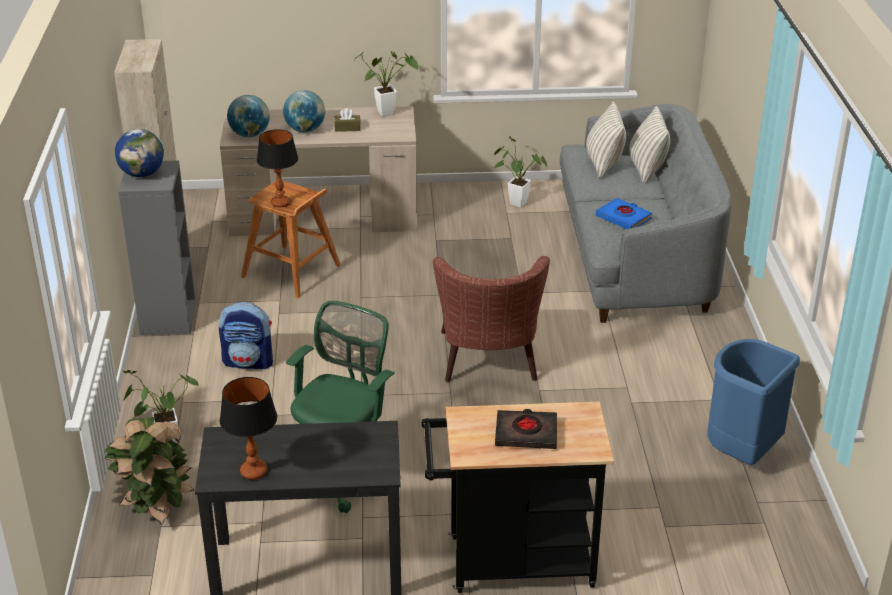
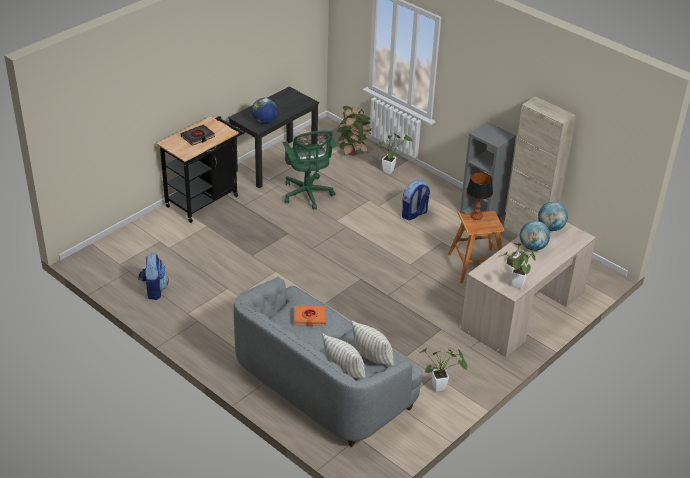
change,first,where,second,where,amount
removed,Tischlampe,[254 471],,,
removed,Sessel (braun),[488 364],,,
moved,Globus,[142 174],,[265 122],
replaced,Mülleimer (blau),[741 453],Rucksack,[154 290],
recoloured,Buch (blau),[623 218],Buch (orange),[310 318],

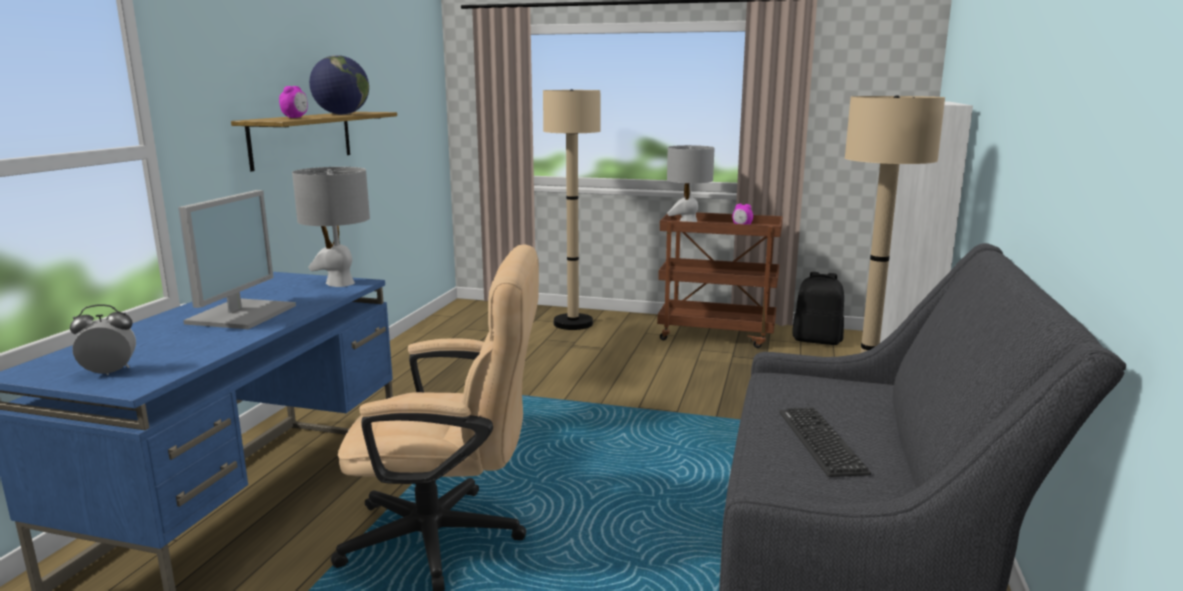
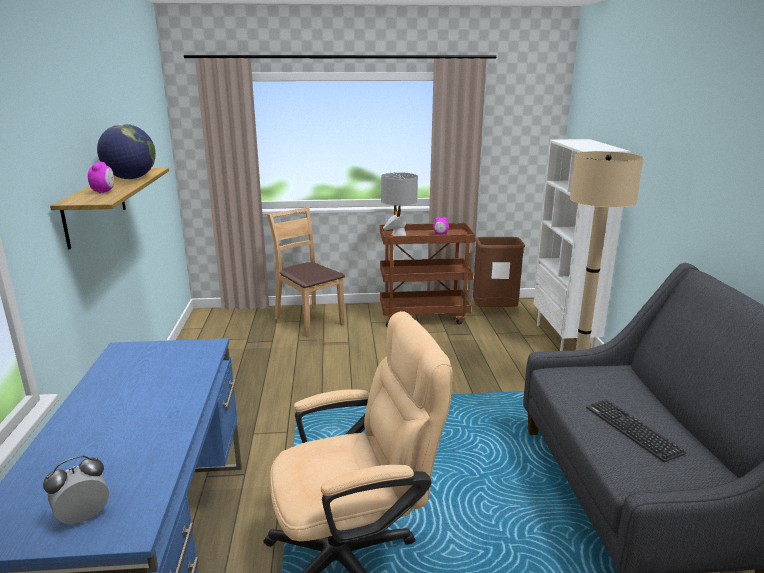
change,first,where,second,where,amount
removed,Monitor,[241 314],,,
removed,Tischlampe (grau),[340 283],,,
replaced,Stehlampe (beige),[573 323],Stuhl (braun),[309 321],
replaced,Rucksack (schwarz),[817 340],Mülleimer (braun),[494 311],

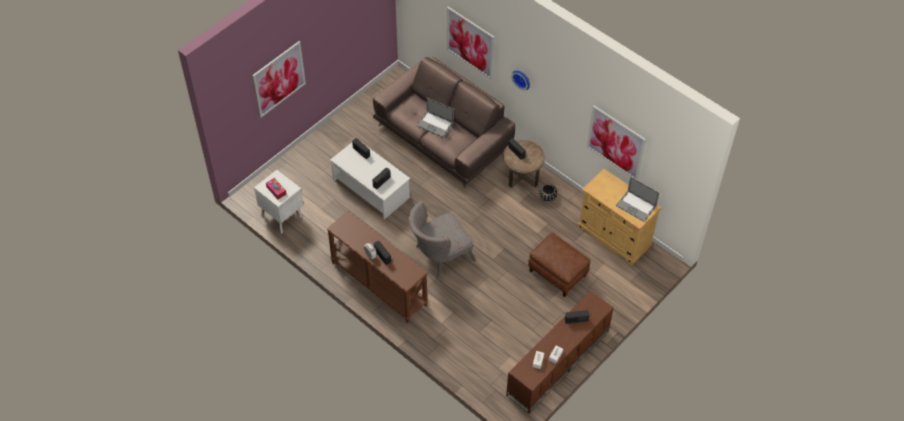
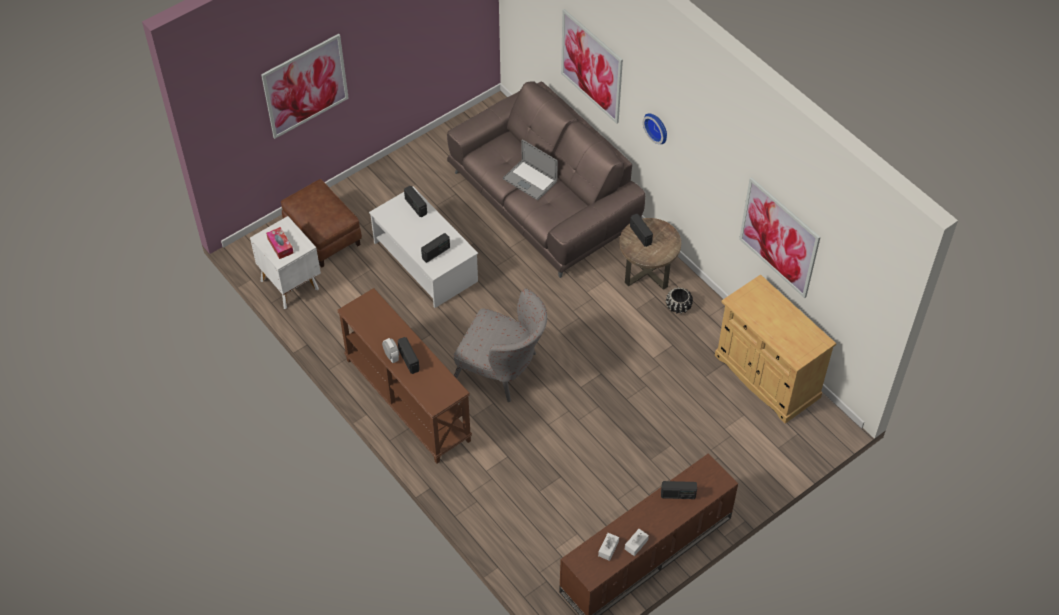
change,first,where,second,where,amount
removed,Laptop,[636 206],,,
moved,Polsterhocker (braun),[558 273],,[324 236],
turned,Sessel (grau),[439 255],,[503 371],135 degrees counterclockwise

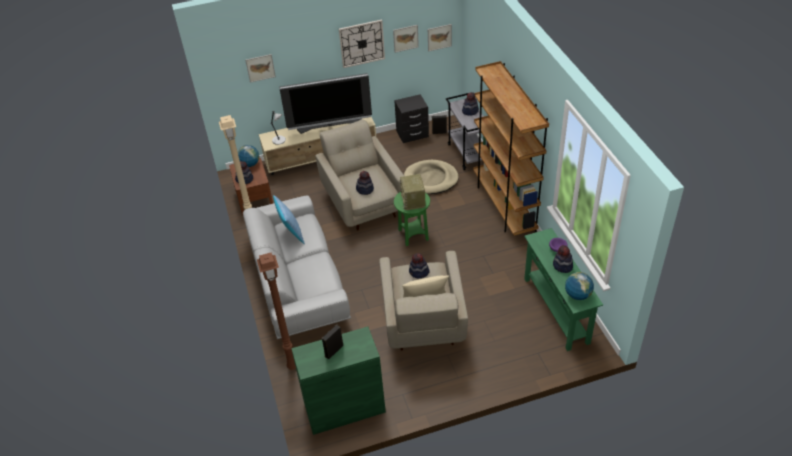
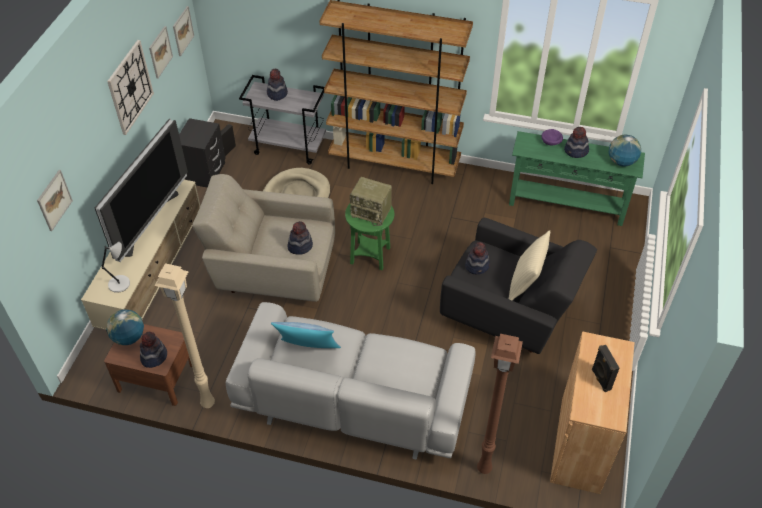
change,first,where,second,where,amount
recoloured,Schrank (grün),[344 408],Schrank (braun),[580 444],
recoloured,Sessel (beige),[423 324],Sessel (schwarz),[509 314],

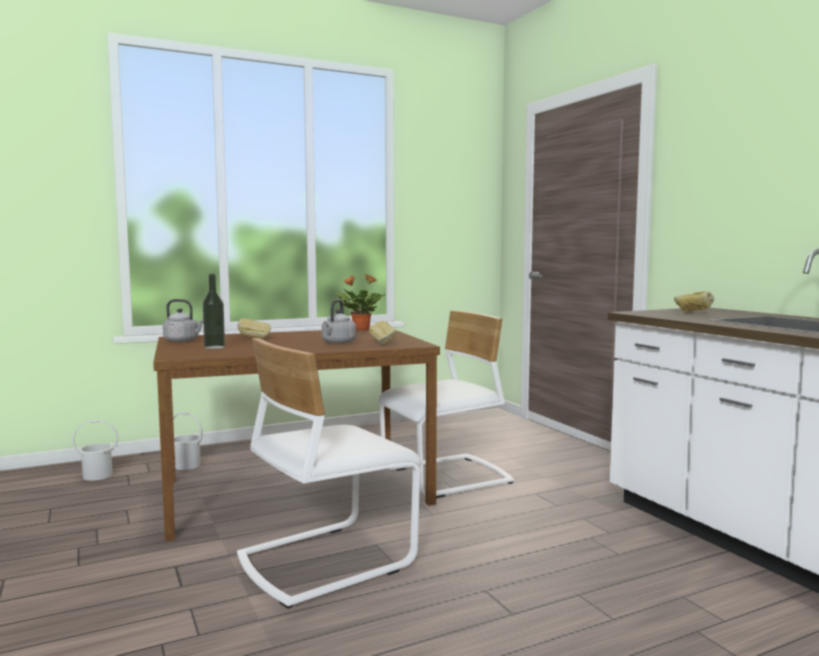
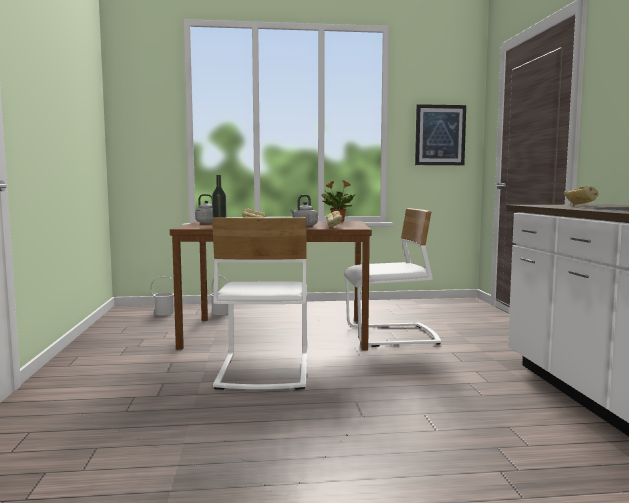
change,first,where,second,where,amount
added,,,Bild,[440 135],
turned,Stuhl (weiß),[324 560],,[263 371],75 degrees counterclockwise

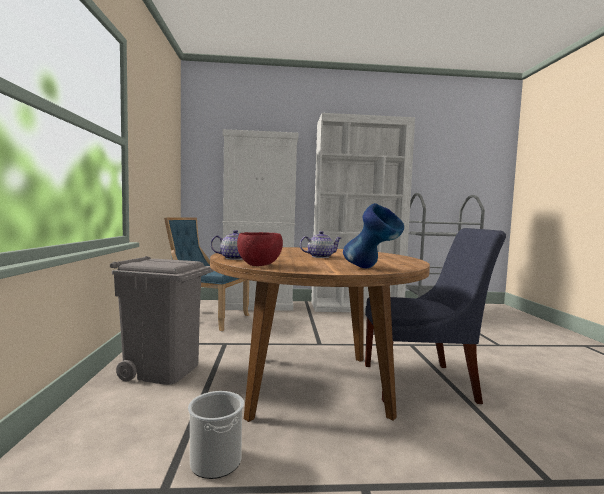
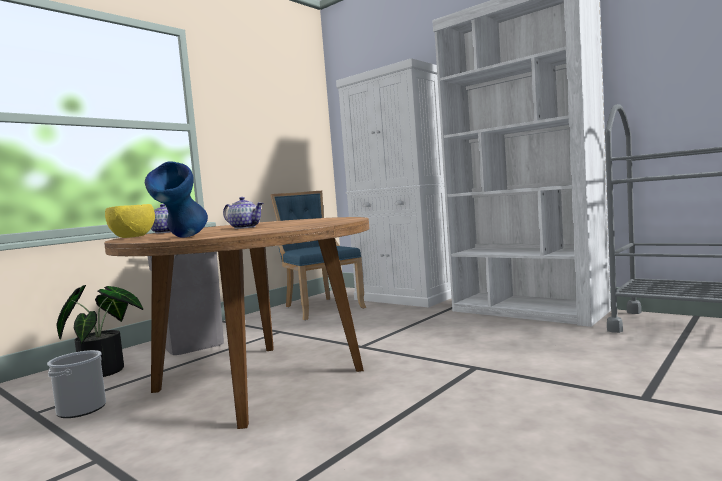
change,first,where,second,where,amount
removed,Stuhl (blau),[423 383],,,
added,,,Topfpflanze,[107 370],
recoloured,Schüssel (rot),[259 265],Schüssel (gelb),[133 237],

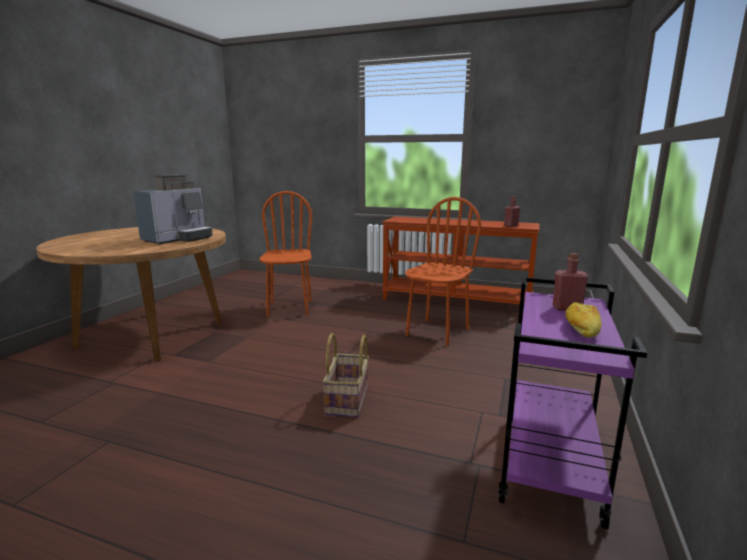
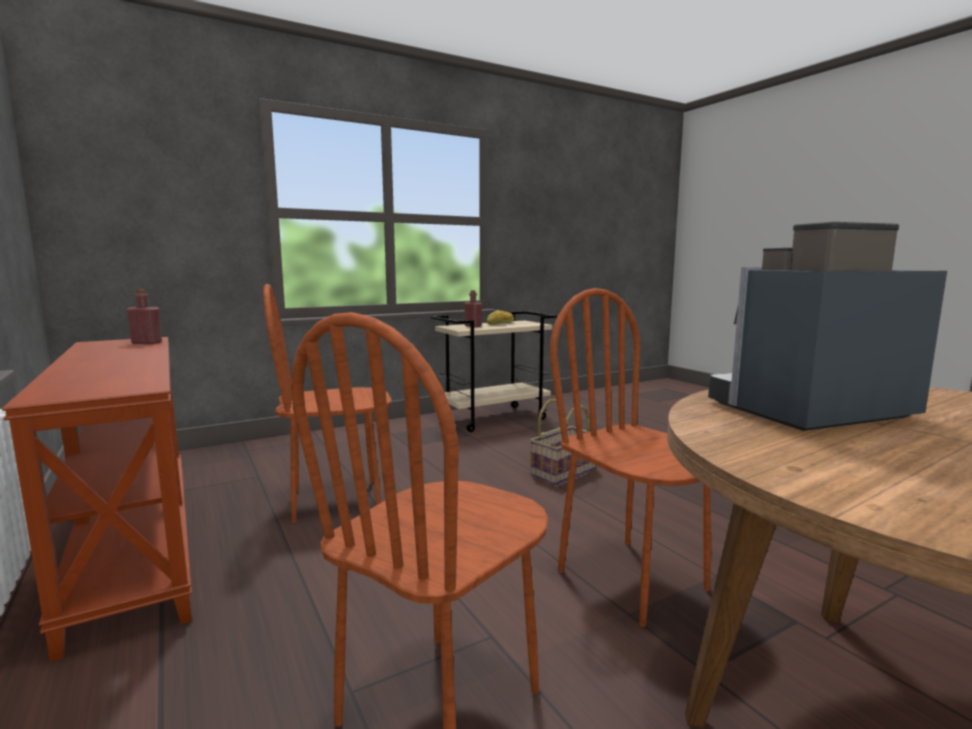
change,first,where,second,where,amount
added,,,Stuhl (braun),[632 579],
recoloured,Rollwagen (lila),[551 466],Rollwagen (beige),[494 418],

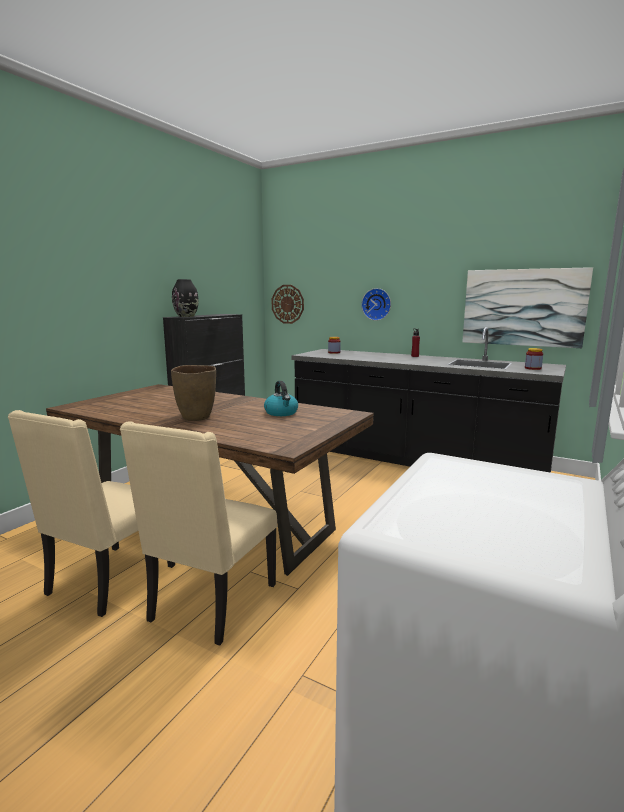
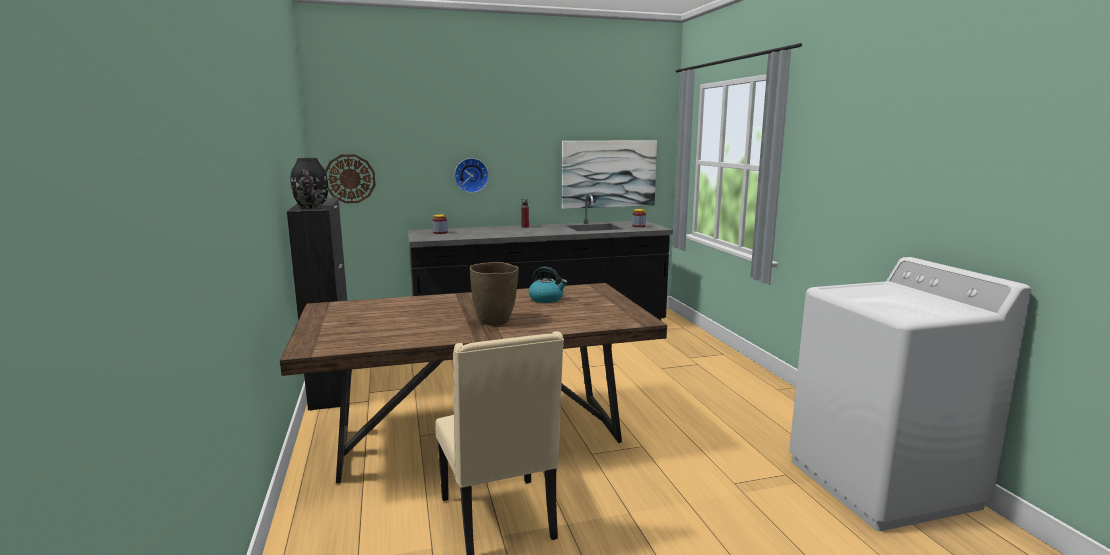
change,first,where,second,where,amount
removed,Stuhl (beige),[211 604],,,

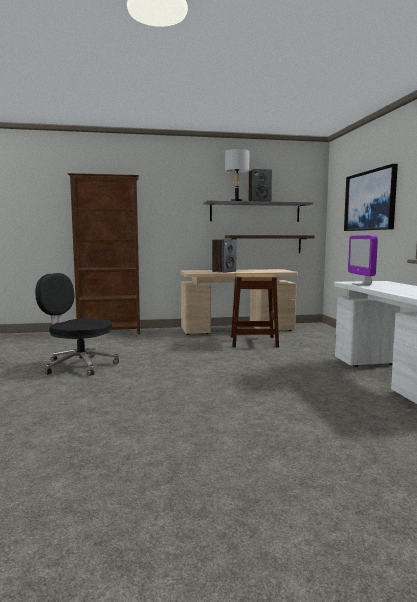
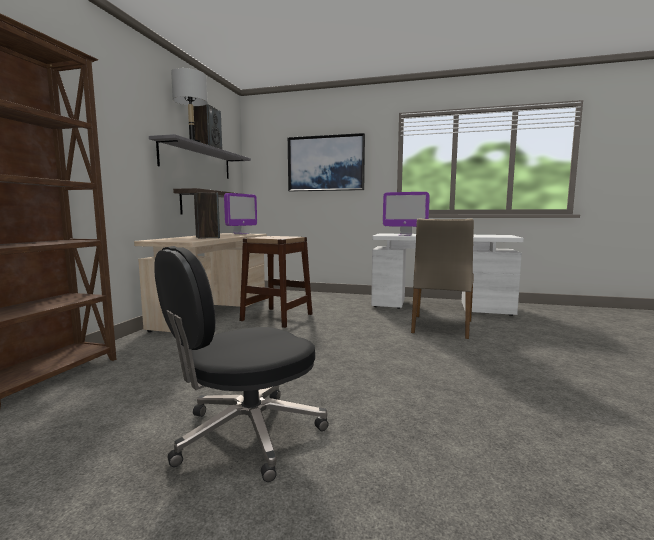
change,first,where,second,where,amount
added,,,Monitor,[241 234],
added,,,Stuhl (beige),[441 326],

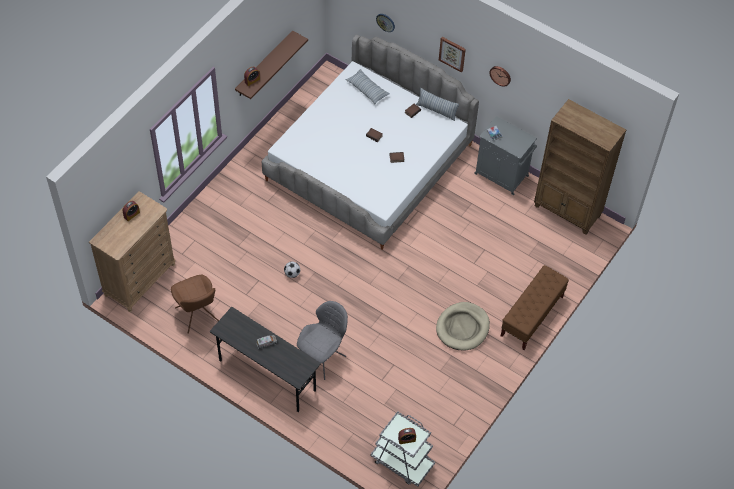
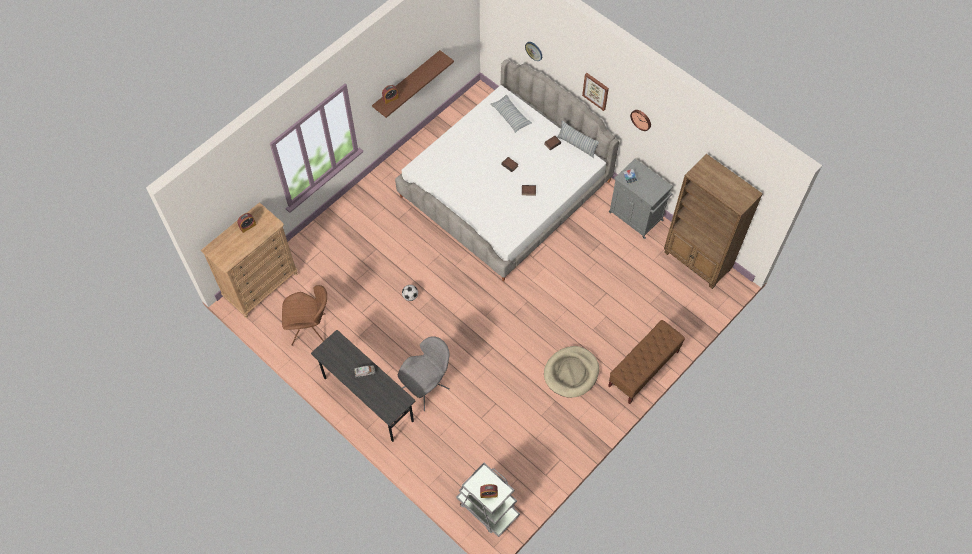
change,first,where,second,where,amount
turned,Stuhl (braun),[197 316],,[310 329],75 degrees counterclockwise

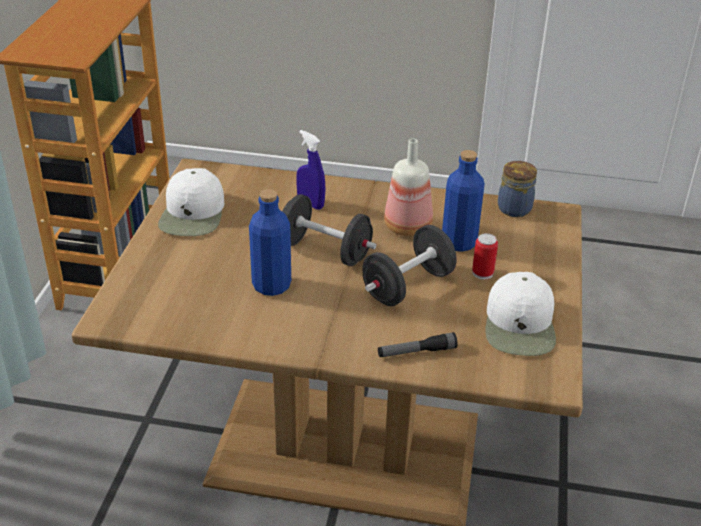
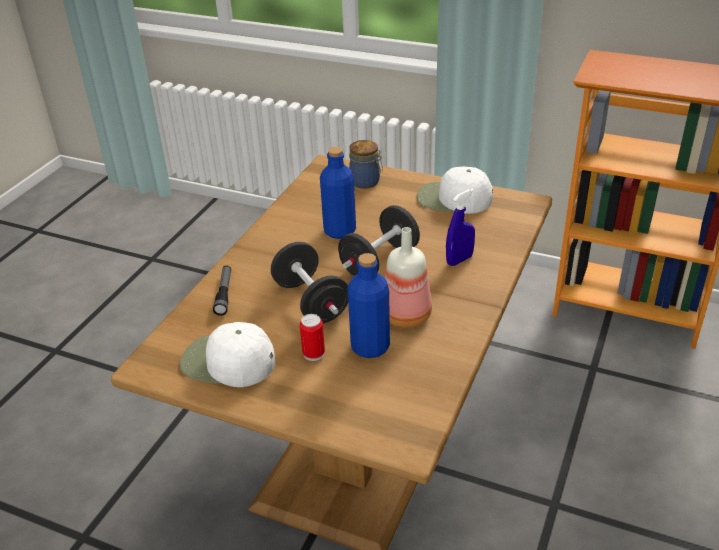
change,first,where,second,where,amount
moved,Vorratsglas,[514 207],,[366 182],

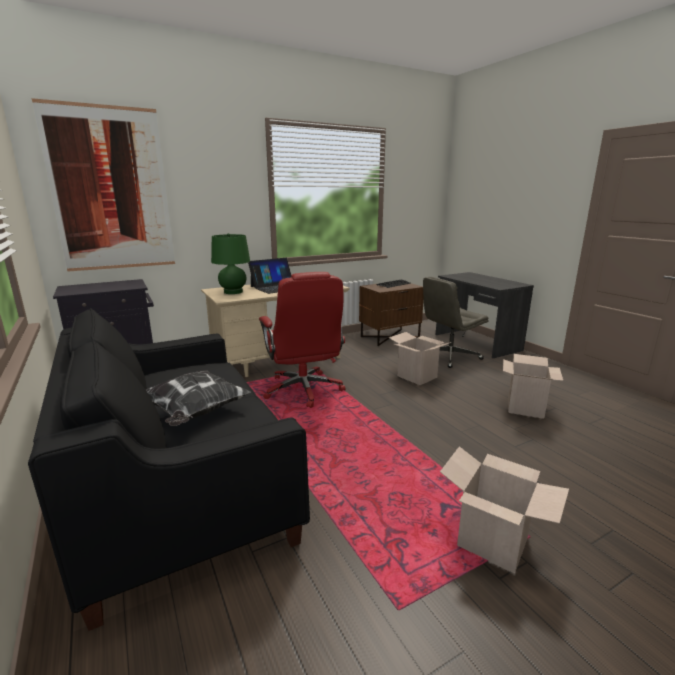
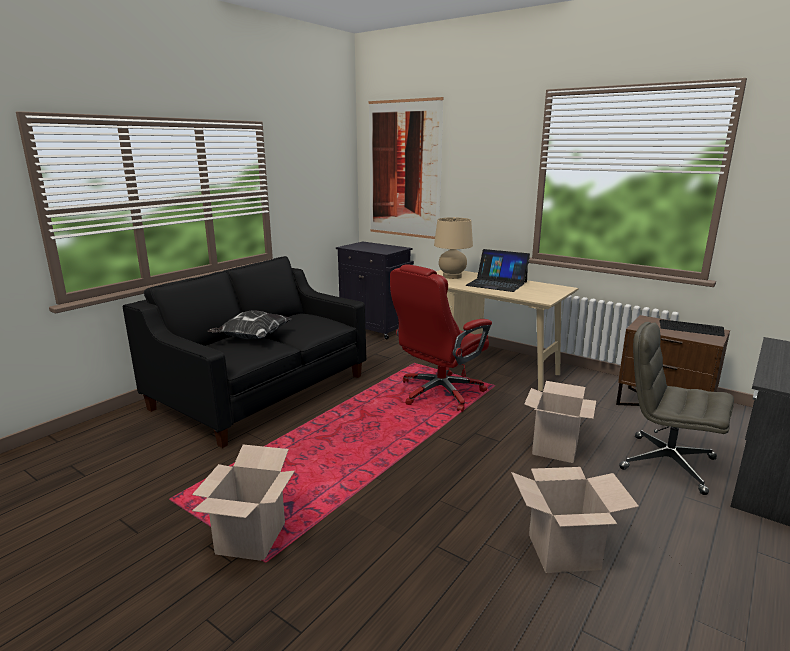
change,first,where,second,where,amount
recoloured,Tischlampe (grün),[233 292],Tischlampe (beige),[452 276],

